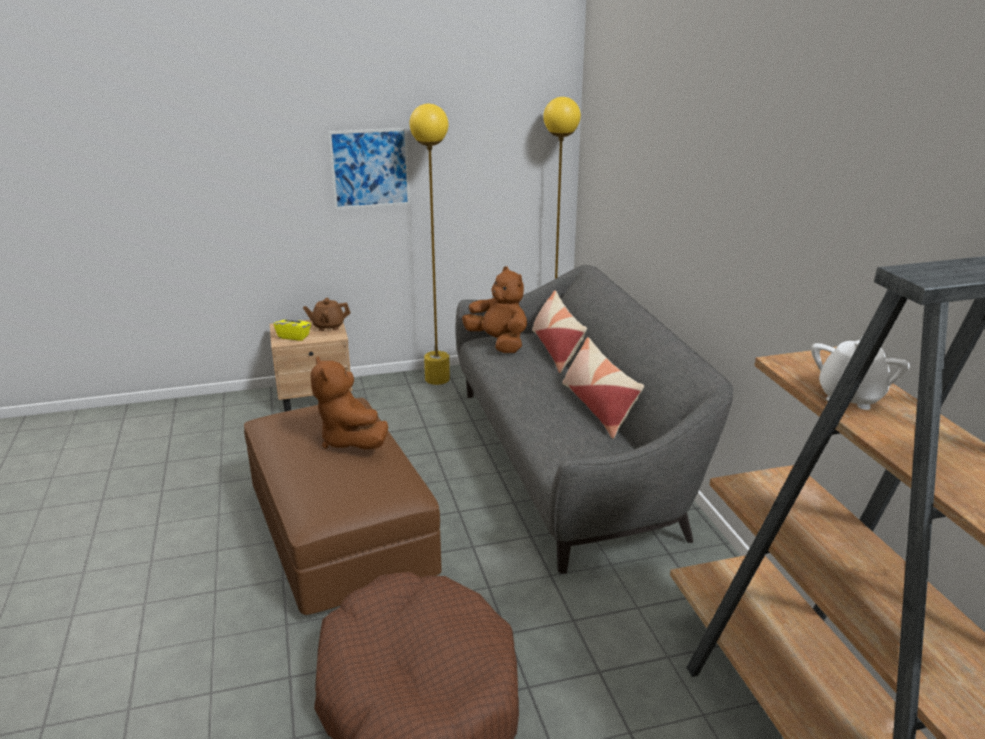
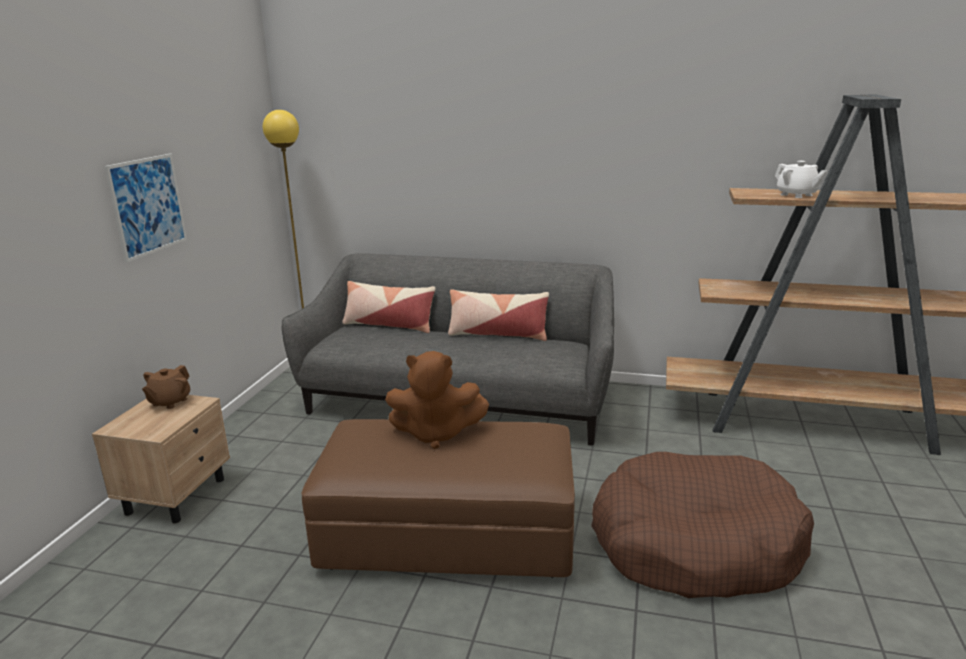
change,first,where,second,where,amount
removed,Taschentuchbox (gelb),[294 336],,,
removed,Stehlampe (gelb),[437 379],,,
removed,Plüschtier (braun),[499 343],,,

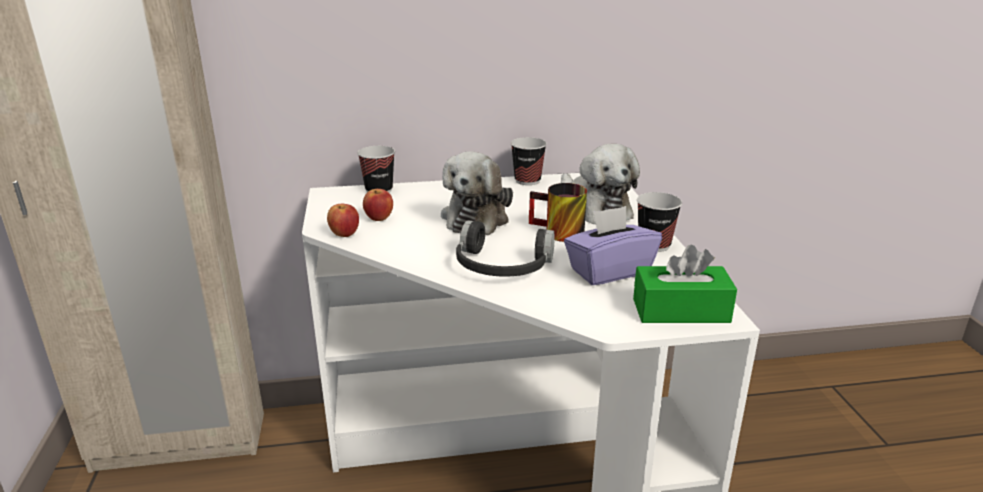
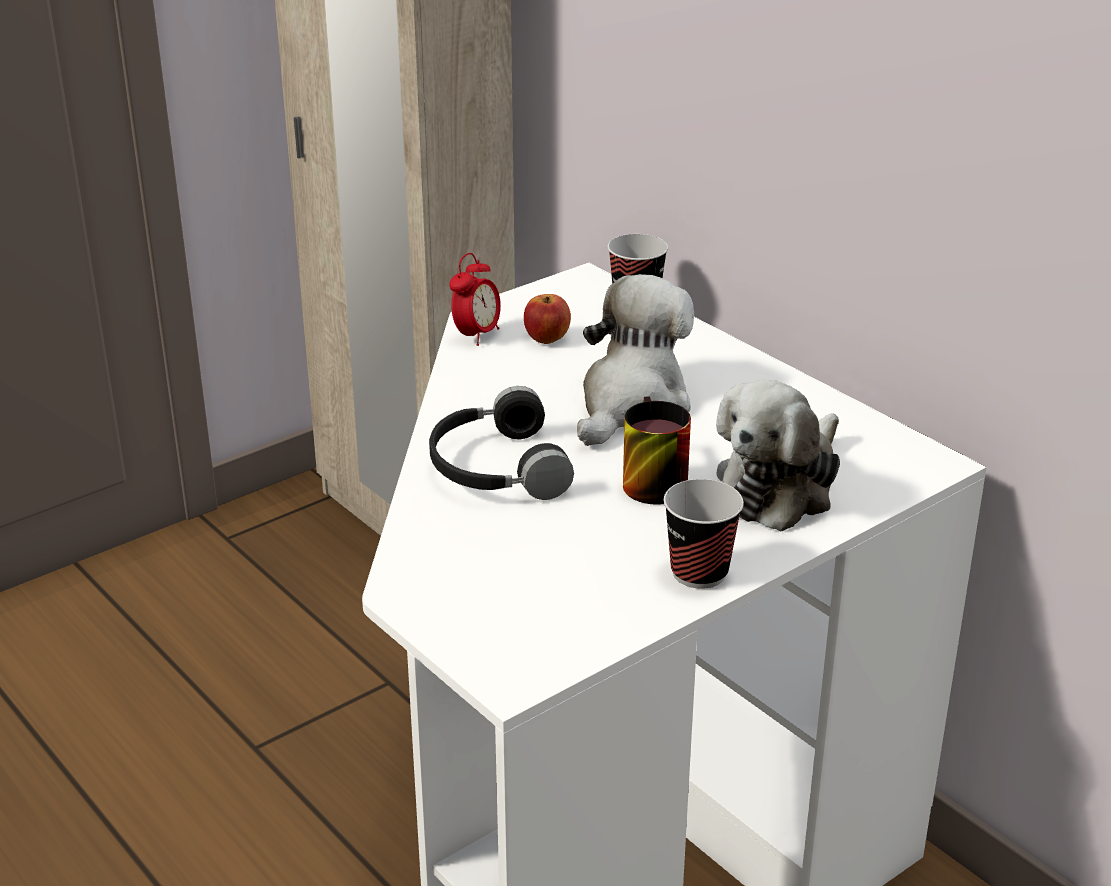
change,first,where,second,where,amount
removed,Tasse,[527 180],,,
removed,Taschentuchbox (lila),[609 271],,,
removed,Taschentuchbox (grün),[680 311],,,
replaced,Apfel,[344 234],Wecker,[476 335],
turned,Plüschtier,[477 217],,[631 403],135 degrees clockwise

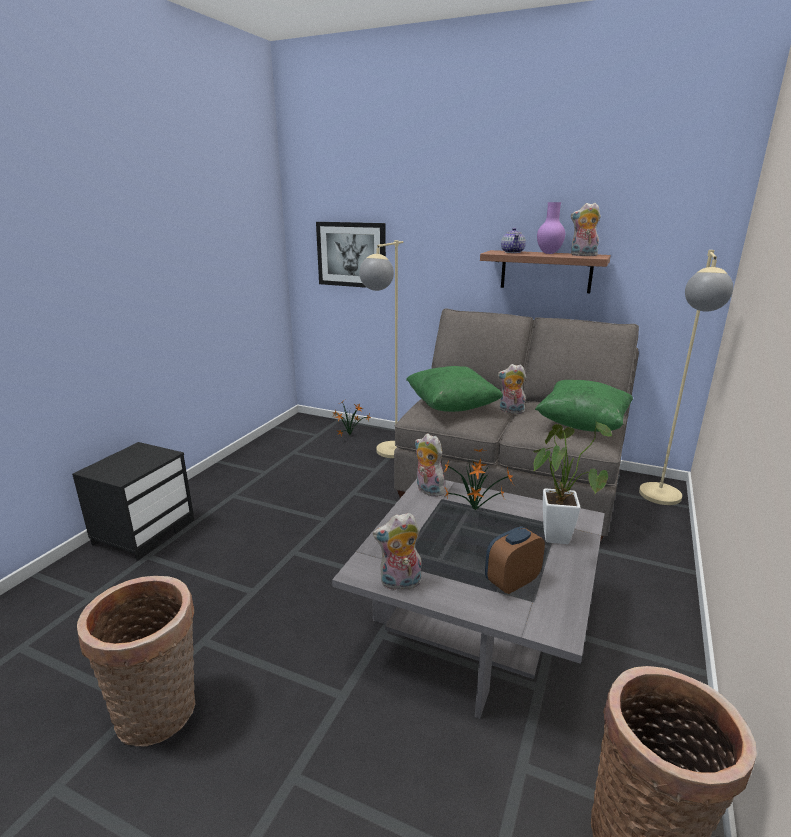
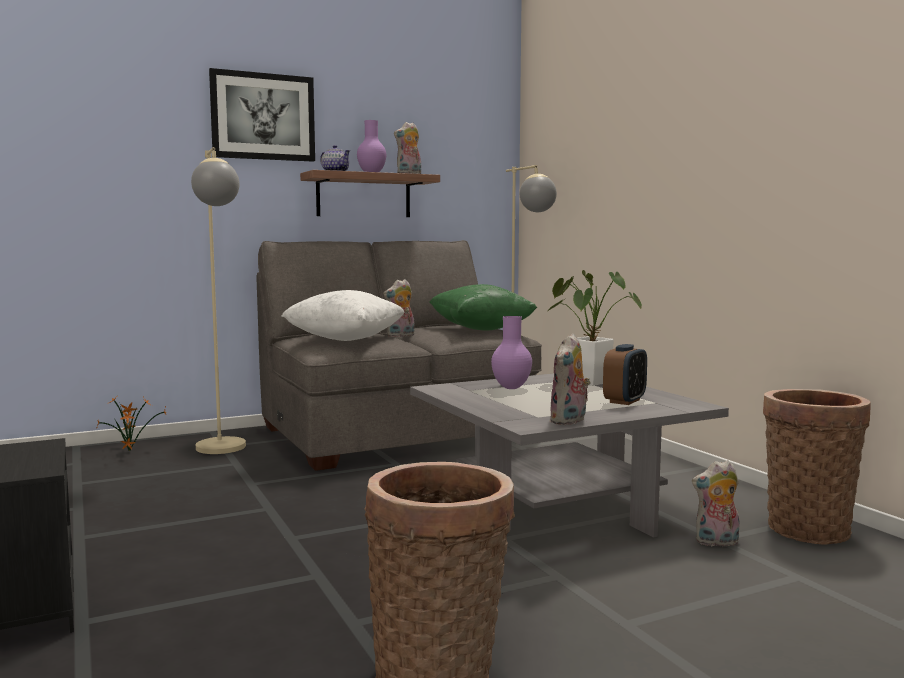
change,first,where,second,where,amount
moved,Bild,[351 254],,[263 117],
moved,Plüschtier,[428 490],,[716 543],
replaced,Topfpflanze,[476 511],Vase (lila),[511 388],
recoloured,Kissen (grün),[452 407],Kissen (weiß),[345 339],
turned,Wecker,[512 582],,[624 401],150 degrees counterclockwise

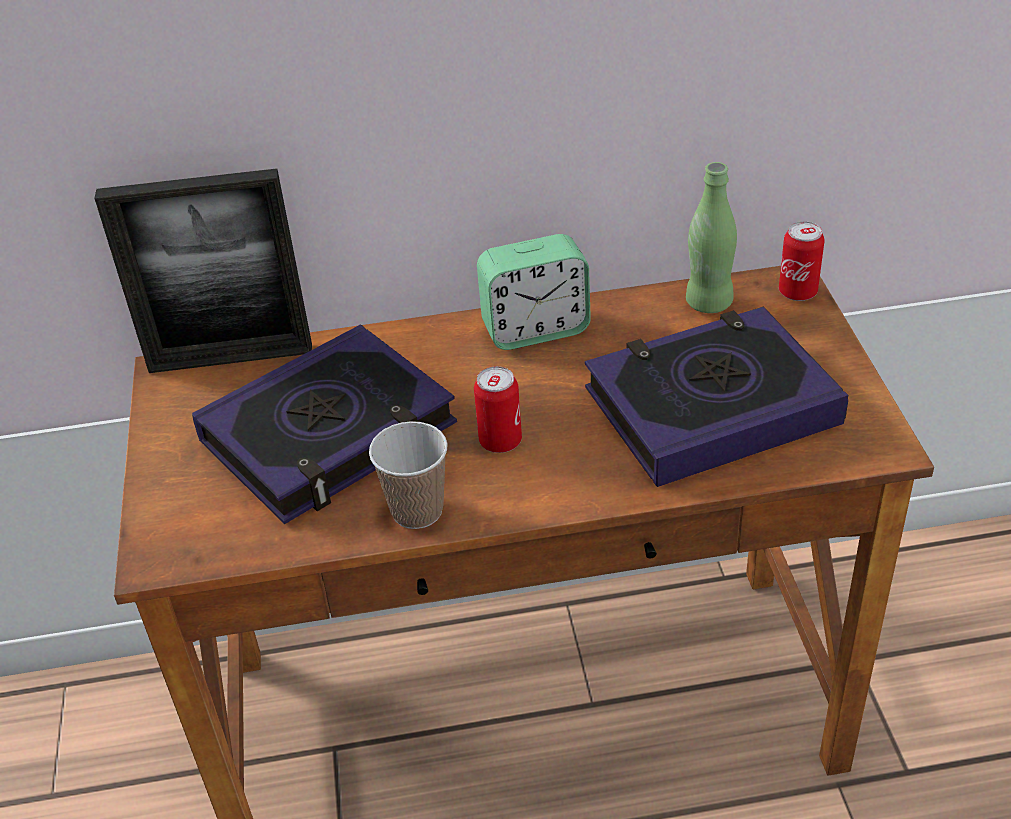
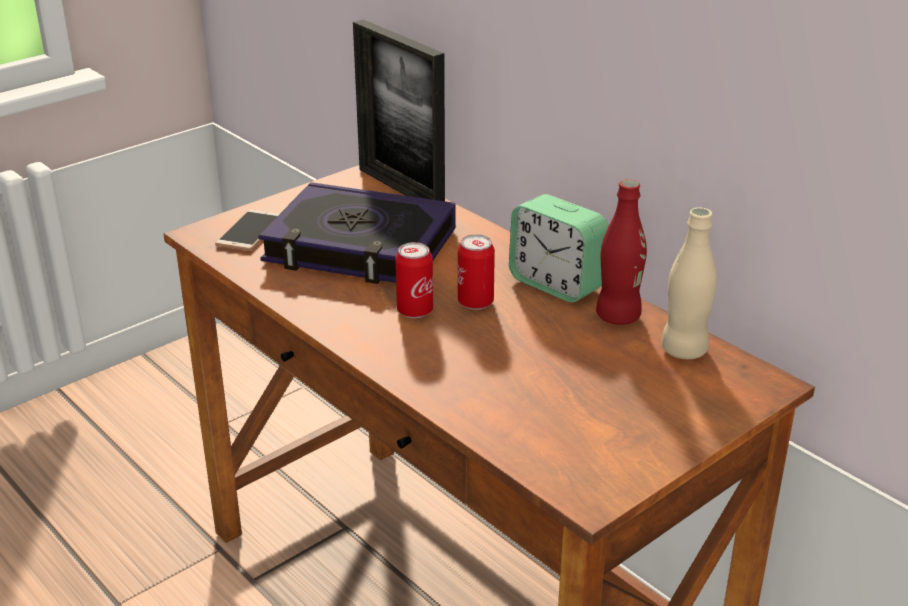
change,first,where,second,where,amount
removed,Tasse,[417 511],,,
removed,Buch,[711 406],,,
added,,,Handy,[250 231],
added,,,Flasche (rot),[618 316],
moved,Dose,[797 292],,[475 302],
recoloured,Flasche (grün),[708 303],Flasche (beige),[684 350],

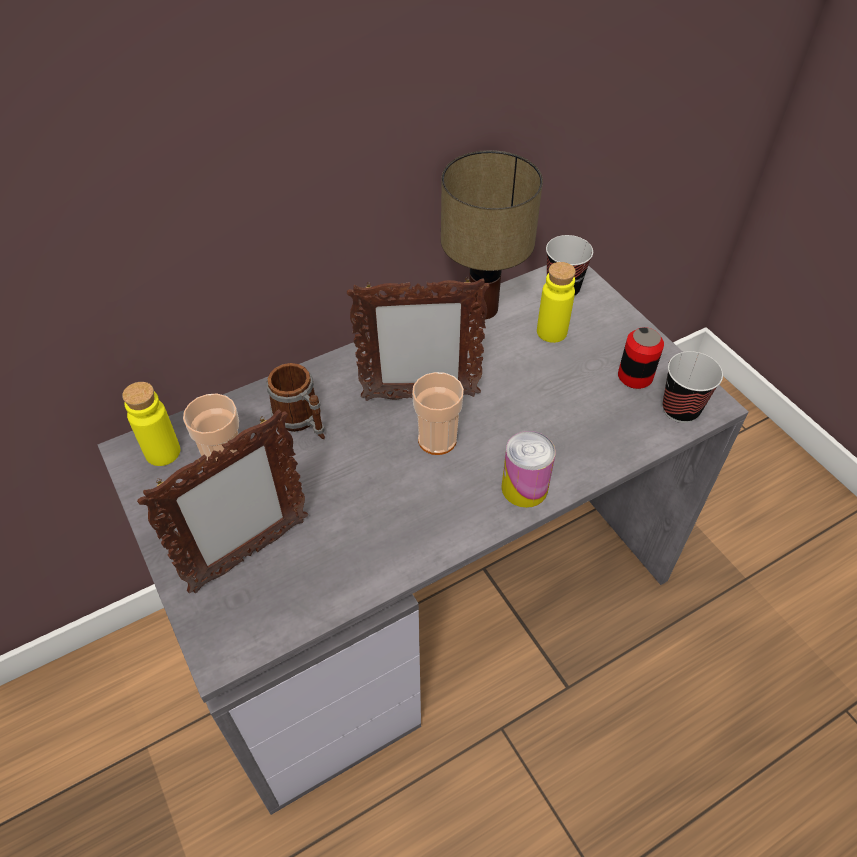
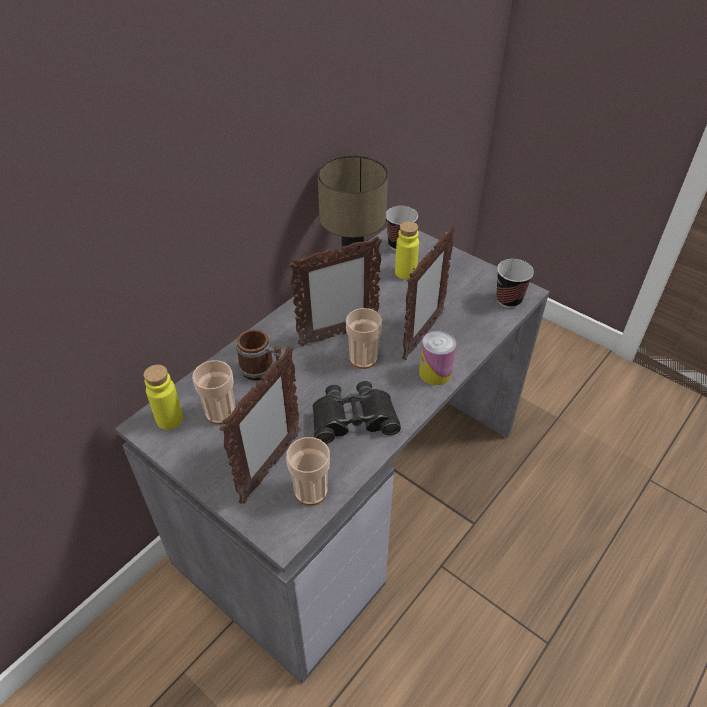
change,first,where,second,where,amount
removed,Dose,[635 376],,,
added,,,Tasse,[311 491],
added,,,Fernglas (schwarz),[353 419],
added,,,Bilderrahmen,[422 335],

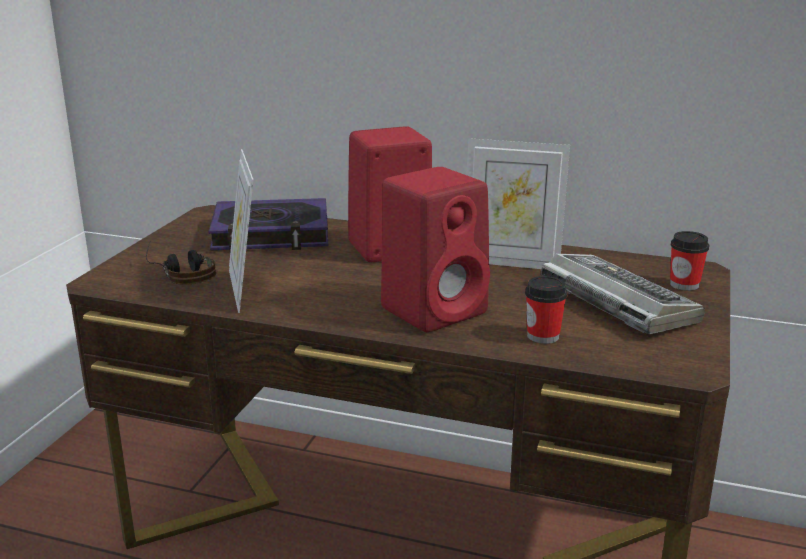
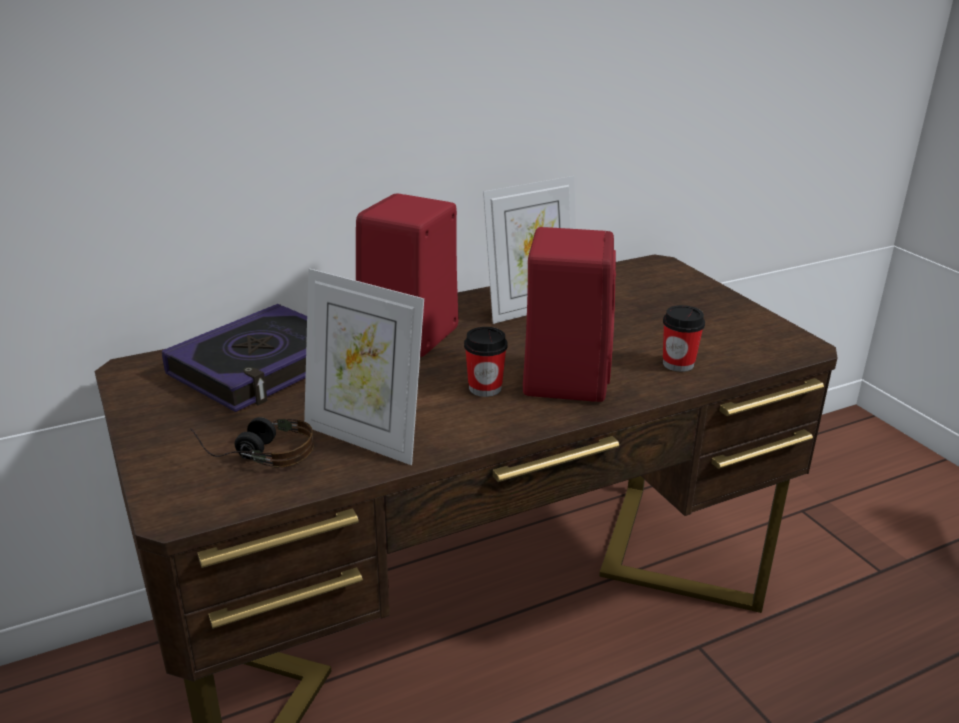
change,first,where,second,where,amount
removed,Tastatur,[615 302],,,
moved,Tasse,[684 284],,[485 388],

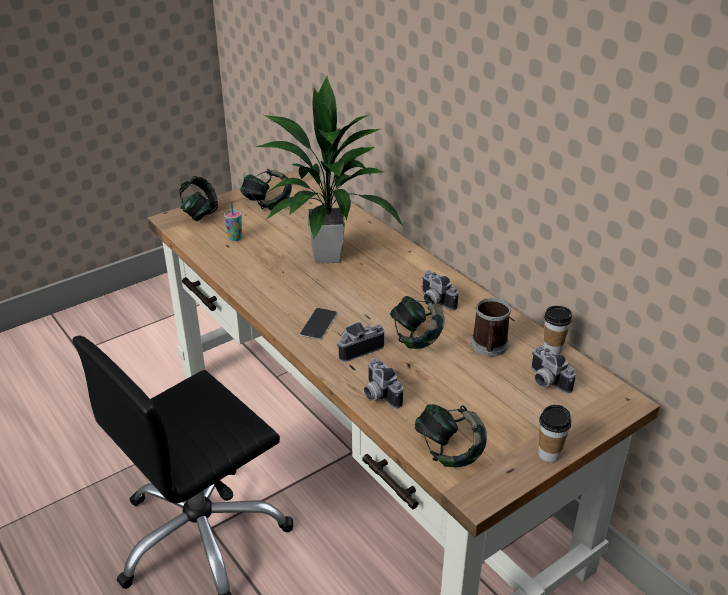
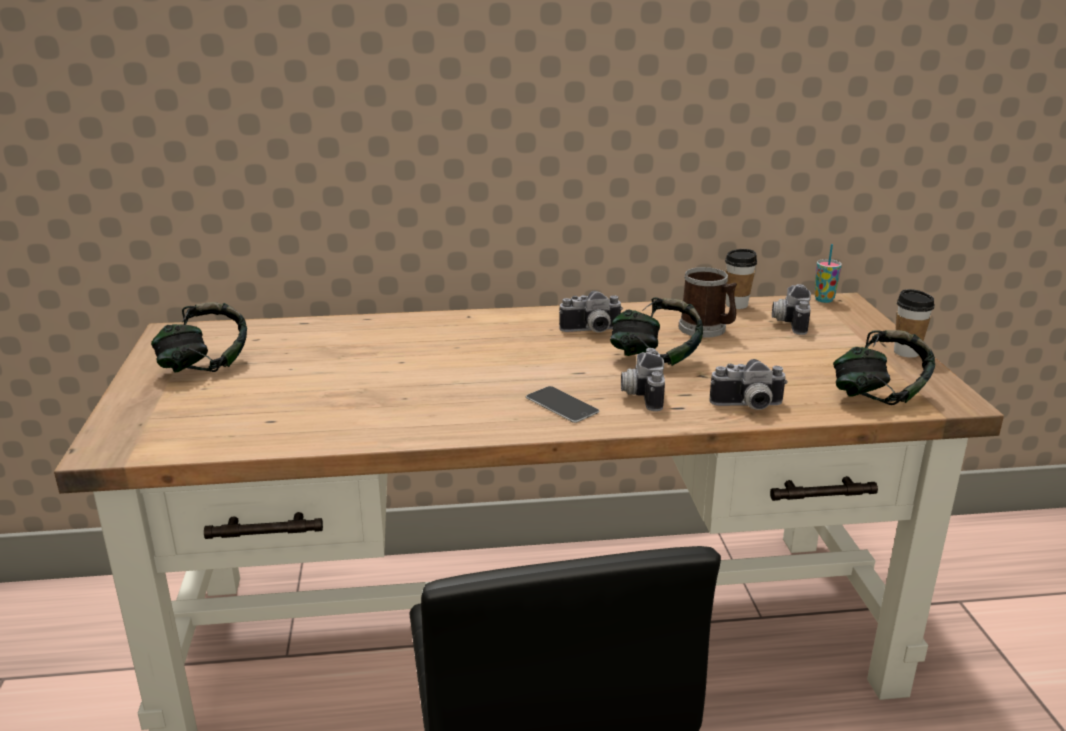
change,first,where,second,where,amount
removed,Kopfhörer,[199 214],,,
removed,Topfpflanze,[326 257],,,
moved,Tasse,[235 238],,[824 300],
turned,Kamera,[545 381],,[788 322],105 degrees clockwise

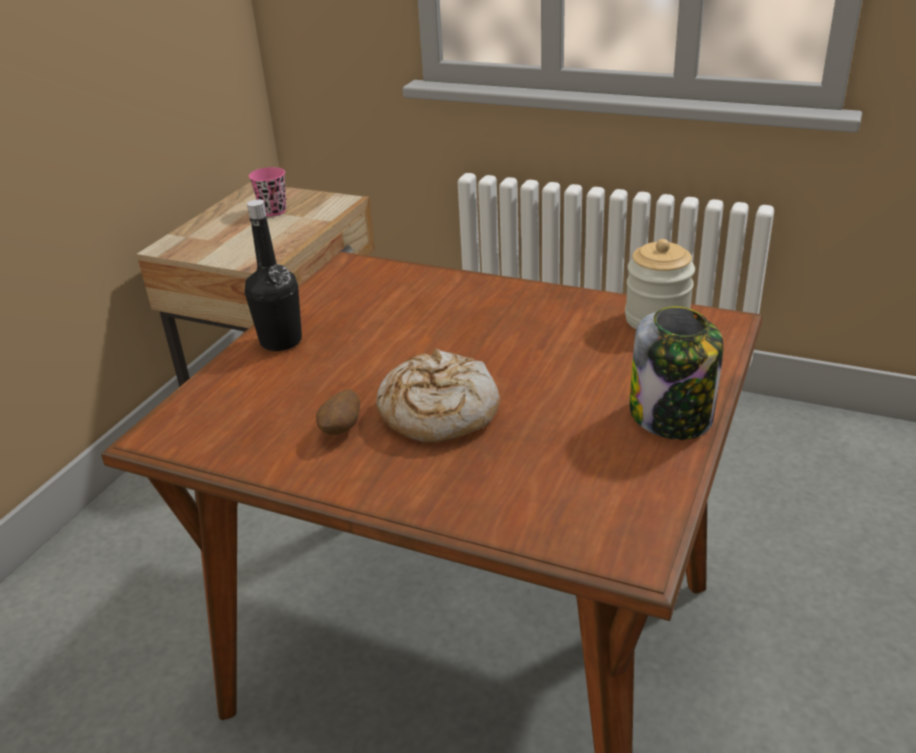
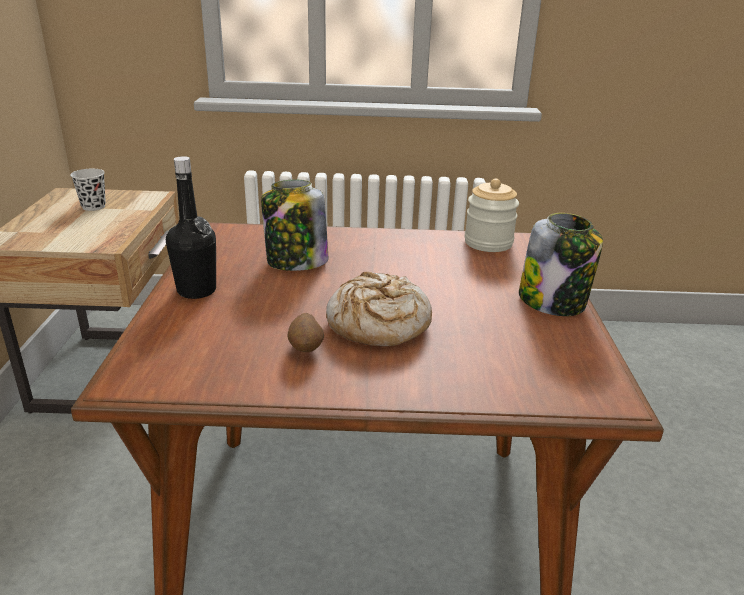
change,first,where,second,where,amount
added,,,Vorratsglas,[296 262],
recoloured,Tasse (rosa),[273 211],Tasse (schwarz),[93 207],

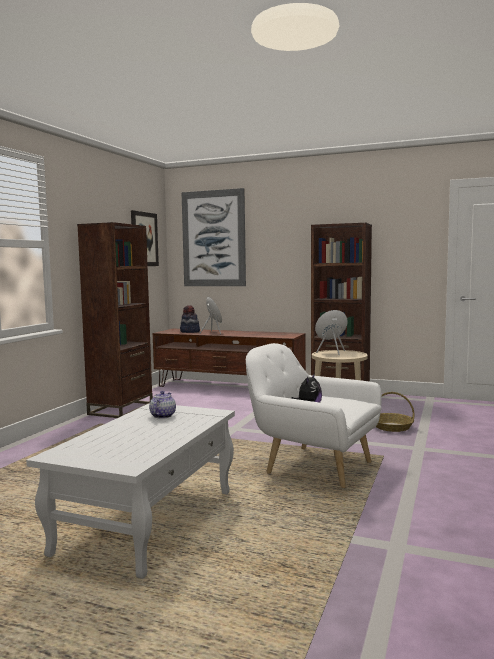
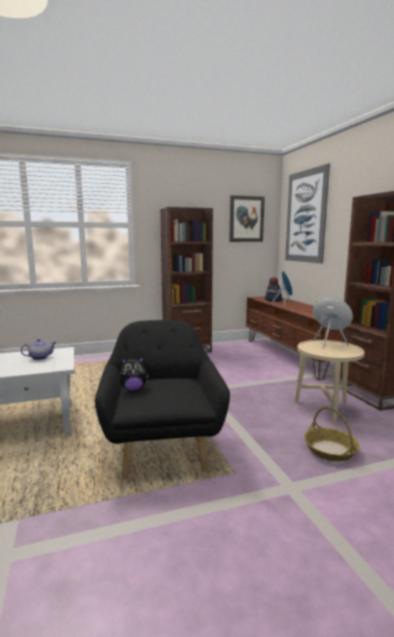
change,first,where,second,where,amount
recoloured,Sessel (weiß),[313 465],Sessel (schwarz),[163 446],

